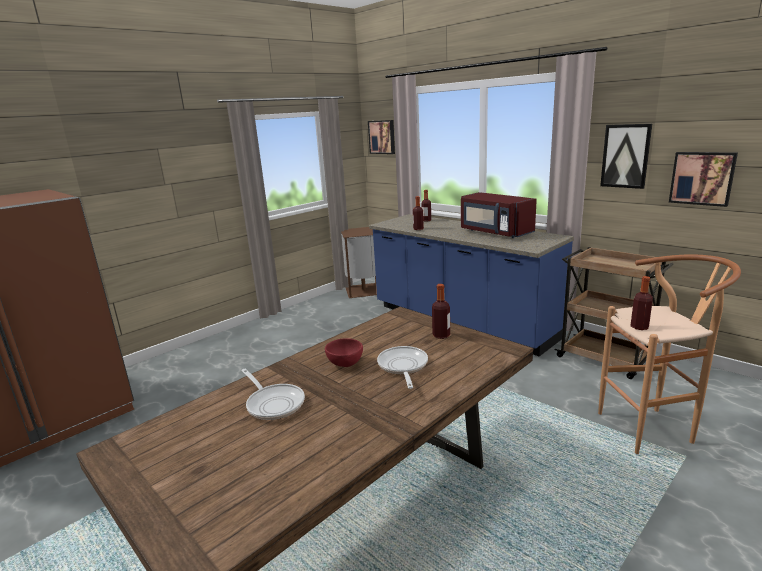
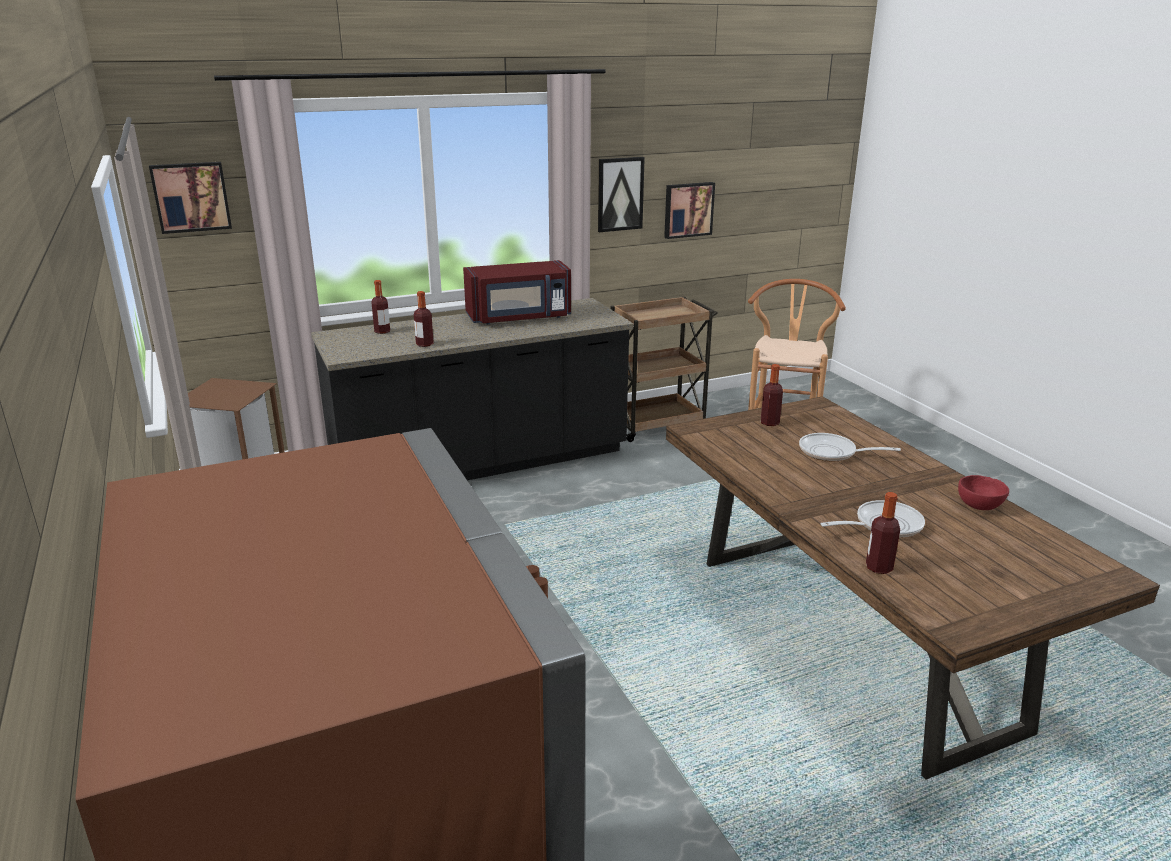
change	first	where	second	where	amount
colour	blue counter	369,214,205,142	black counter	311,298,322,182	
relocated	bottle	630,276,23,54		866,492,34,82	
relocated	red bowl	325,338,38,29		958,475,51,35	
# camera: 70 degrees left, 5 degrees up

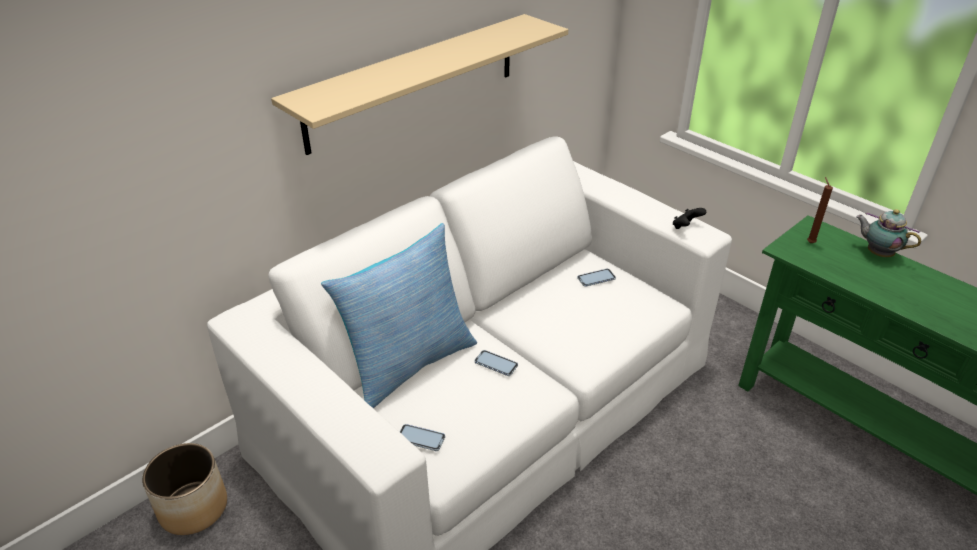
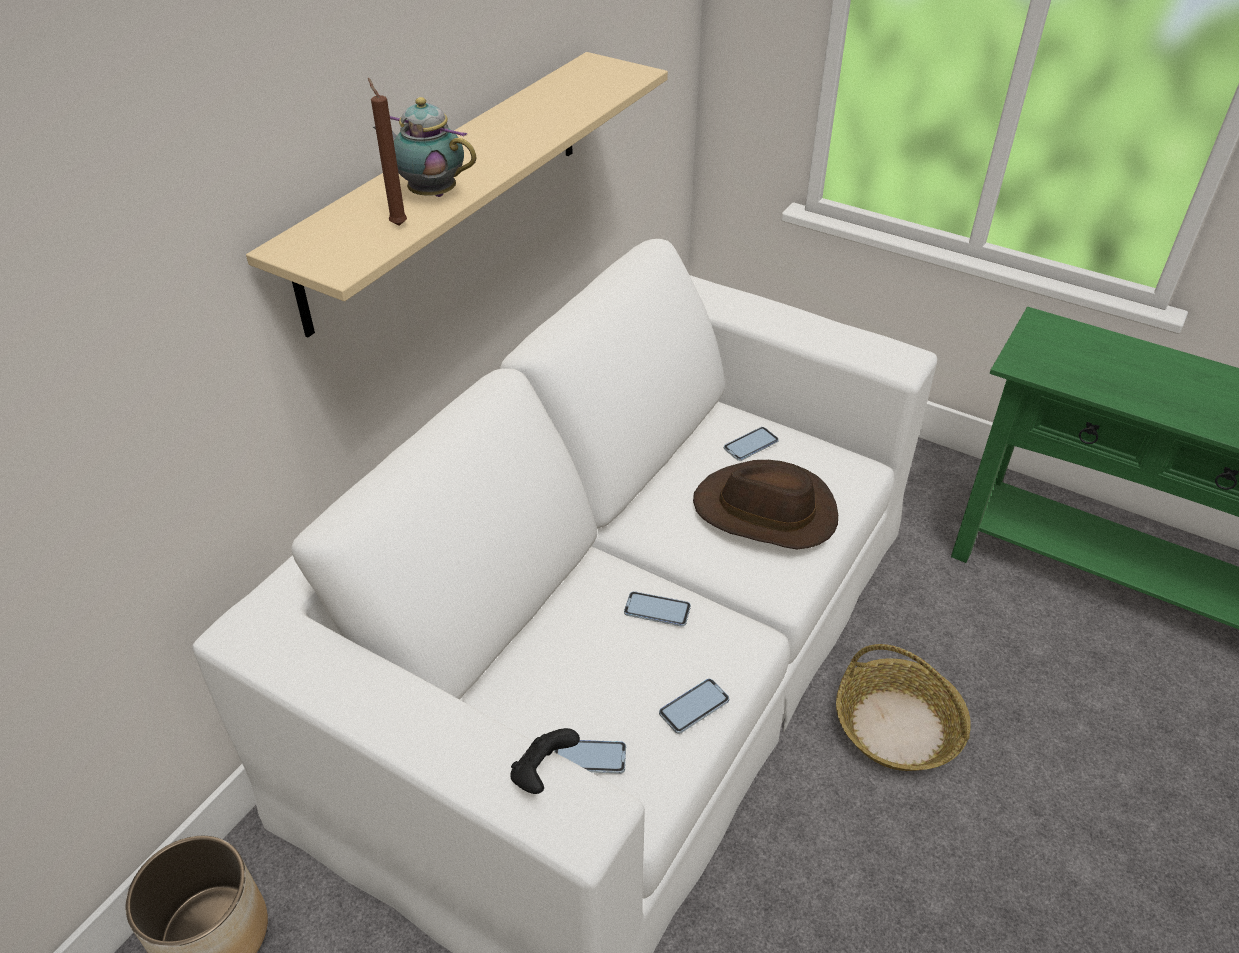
change	first	where	second	where	amount
relocated	brown candle	807,177,26,66		368,78,39,148	
relocated	black game controller	673,208,33,21		510,728,70,66	
relocated	teapot	856,209,65,48		373,97,104,100	
missing	pillow	321,223,156,186			
appeared			brown hat	693,460,145,90	
appeared			basket	836,644,135,127	
appeared			phone	659,678,70,56	
# camera: 15 degrees left, 5 degrees up

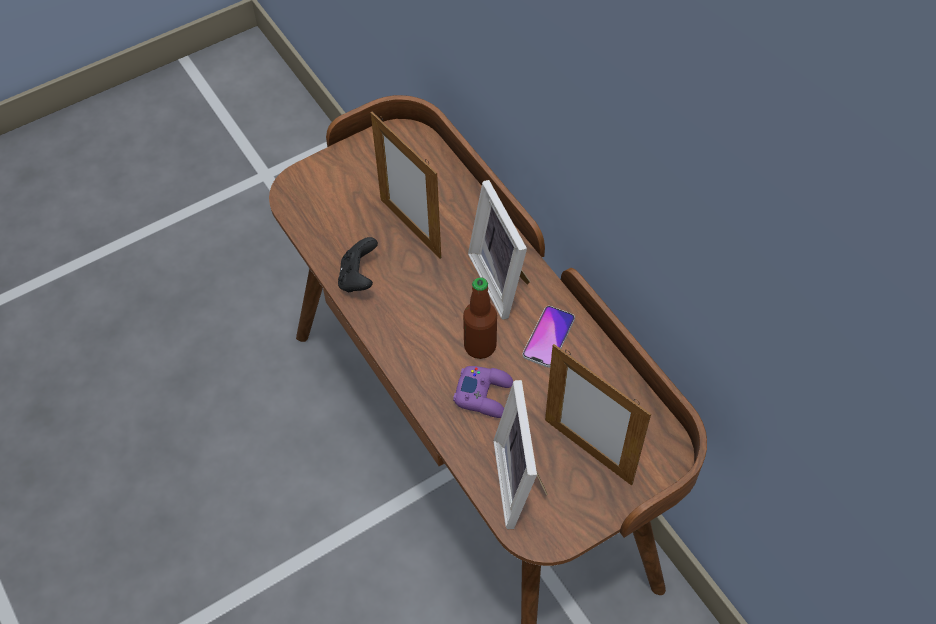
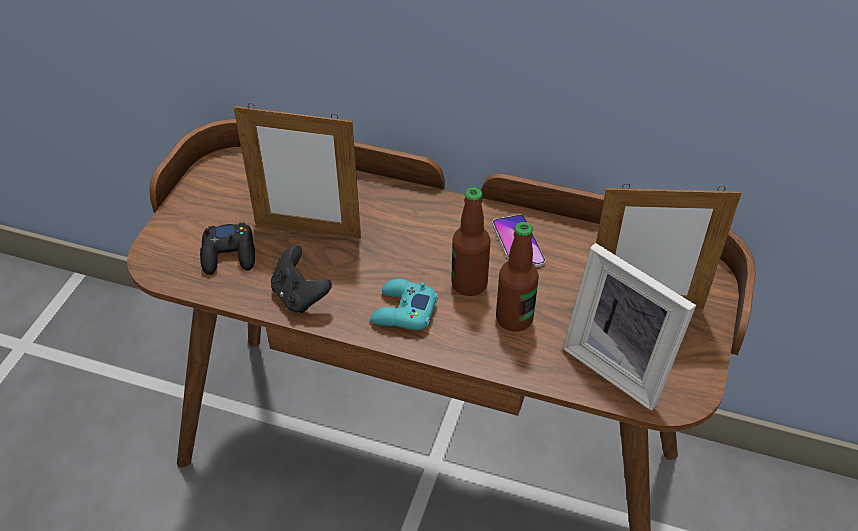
change	first	where	second	where	amount
missing	picture frame	468,180,62,140			
exchanged	purple game controller	453,366,60,52	bottle	496,222,43,110	
appeared			black game controller	200,223,55,52	
appeared			turquoise game controller	370,279,68,51	
# camera: 40 degrees left, 10 degrees down

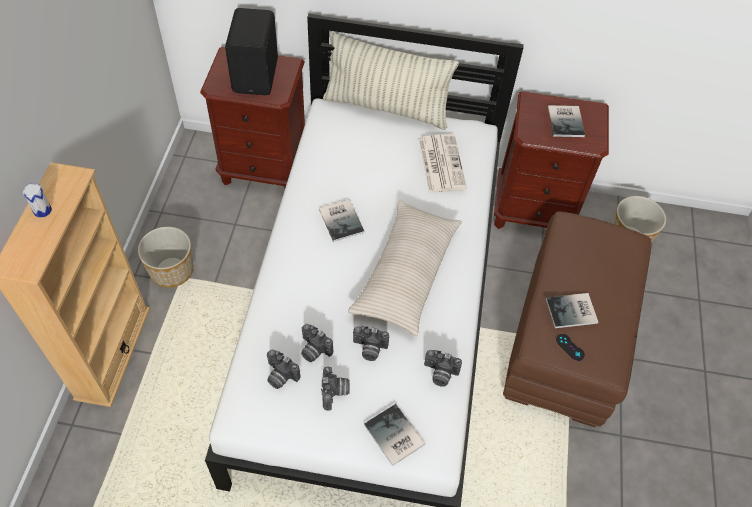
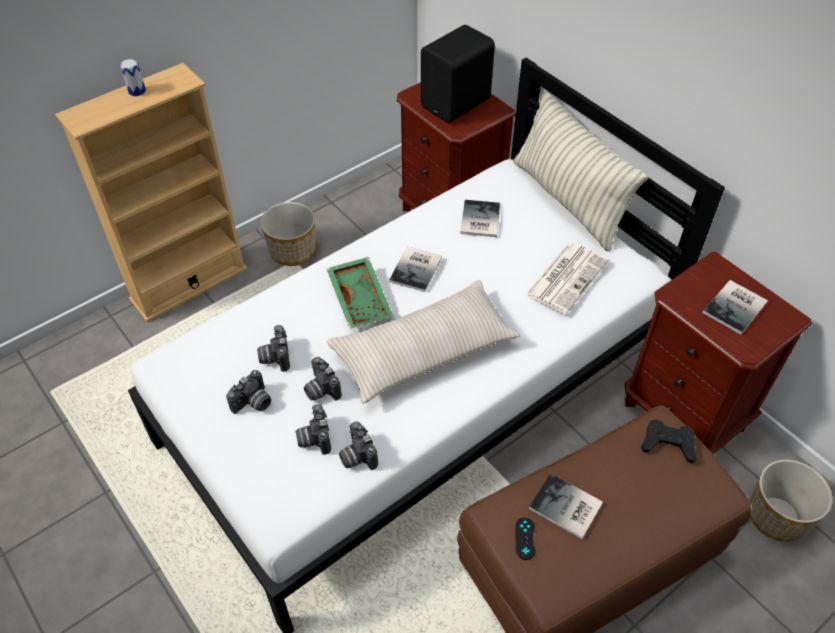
change	first	where	second	where	amount
relocated	photo camera	267,350,34,39		296,404,35,51	
relocated	book	364,404,61,62		460,200,40,37	
appeared			green tray	327,257,66,72	
appeared			black game controller	641,419,56,45	
# camera: 45 degrees right, 5 degrees down

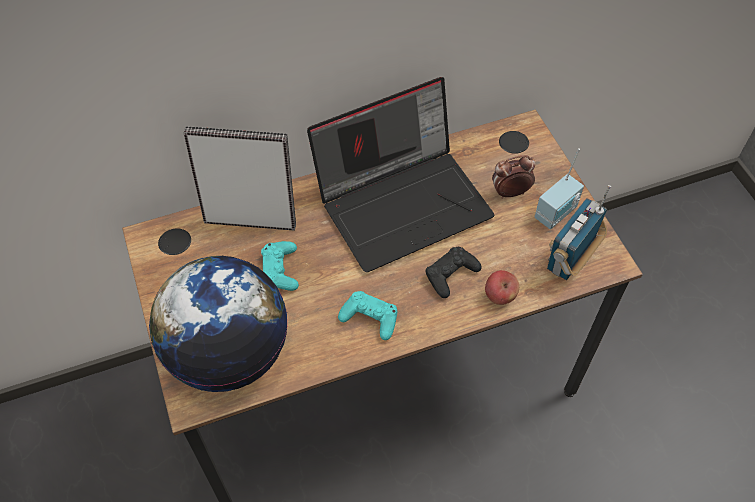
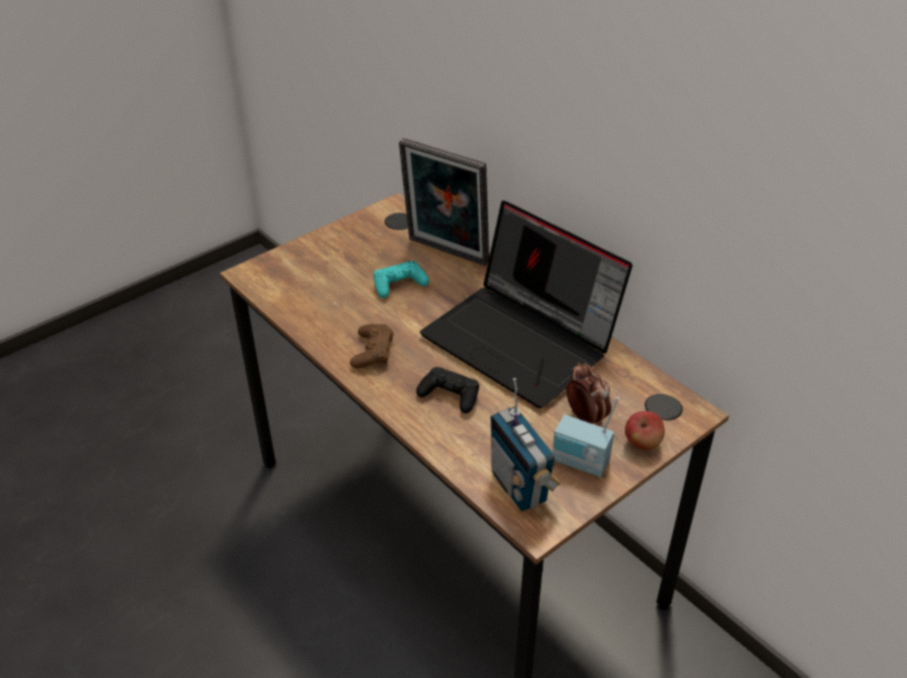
change	first	where	second	where	amount
spun	picture frame	184,126,112,104		399,138,90,128	135 degrees clockwise
spun	radio	547,185,64,95		490,378,71,133	135 degrees counterclockwise
missing	globe	149,256,139,136			
relocated	apple	485,270,34,35		625,411,40,39	
colour	turquoise game controller	338,291,59,49	brown game controller	350,324,43,44	
# camera: 70 degrees right, 15 degrees down

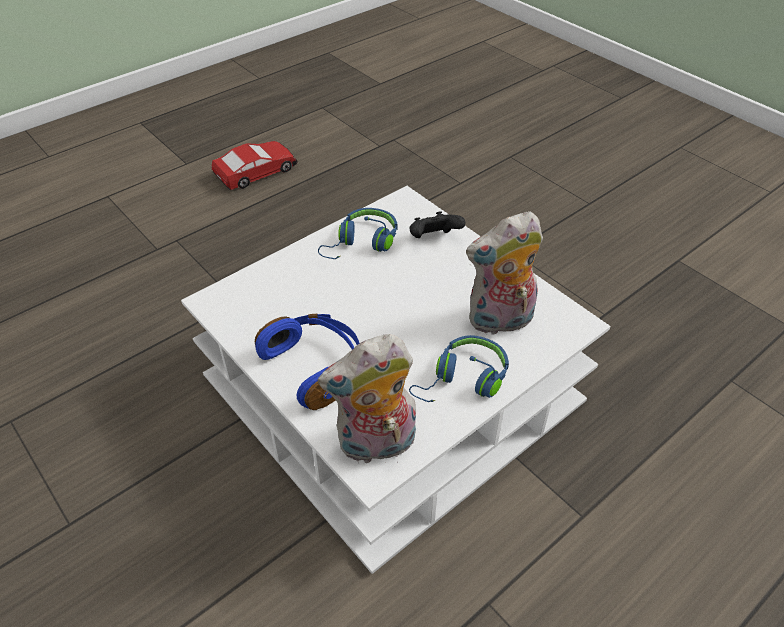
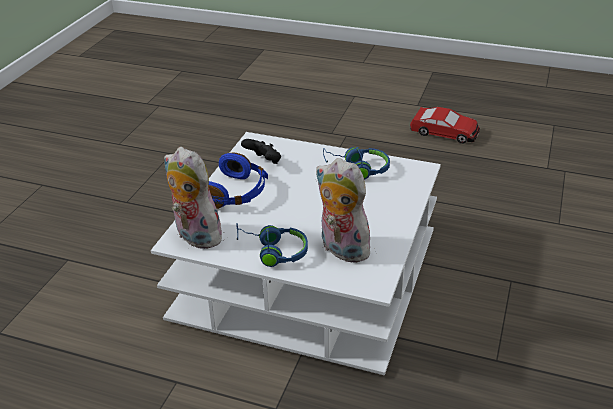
change	first	where	second	where	amount
relocated	black game controller	409,211,56,27		241,139,40,25	
# camera: 60 degrees right, 10 degrees down

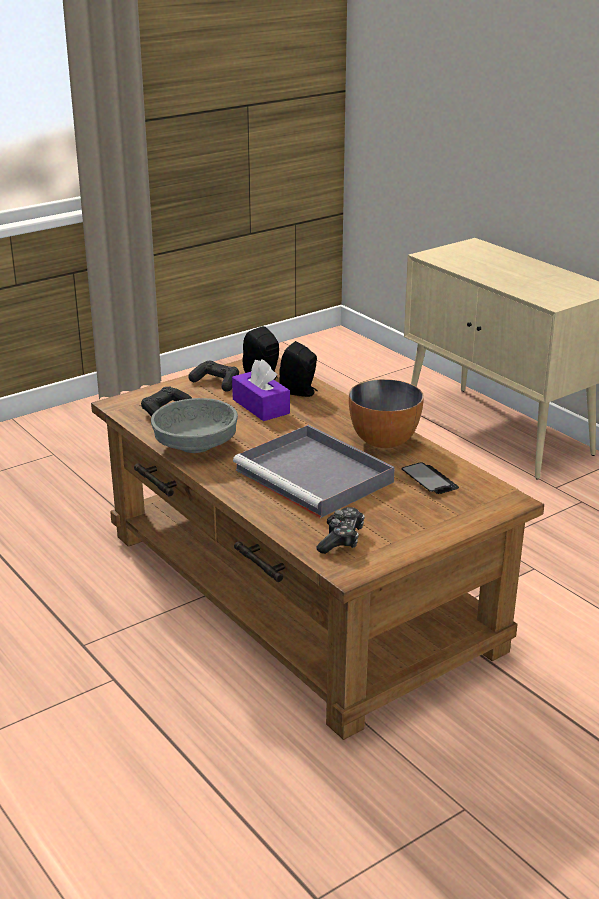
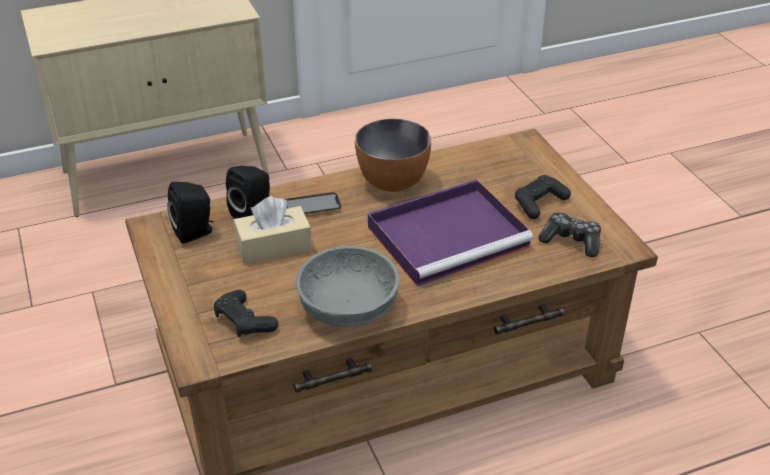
change	first	where	second	where	amount
colour	purple tissue box	232,359,58,62	beige tissue box	234,196,78,68	
relocated	black game controller	188,361,51,31		515,175,56,44	
colour	grey tray	233,425,162,93	purple tray	368,179,166,108	
relocated	phone	401,463,58,31		284,192,57,22	
# camera: 75 degrees left, 10 degrees up

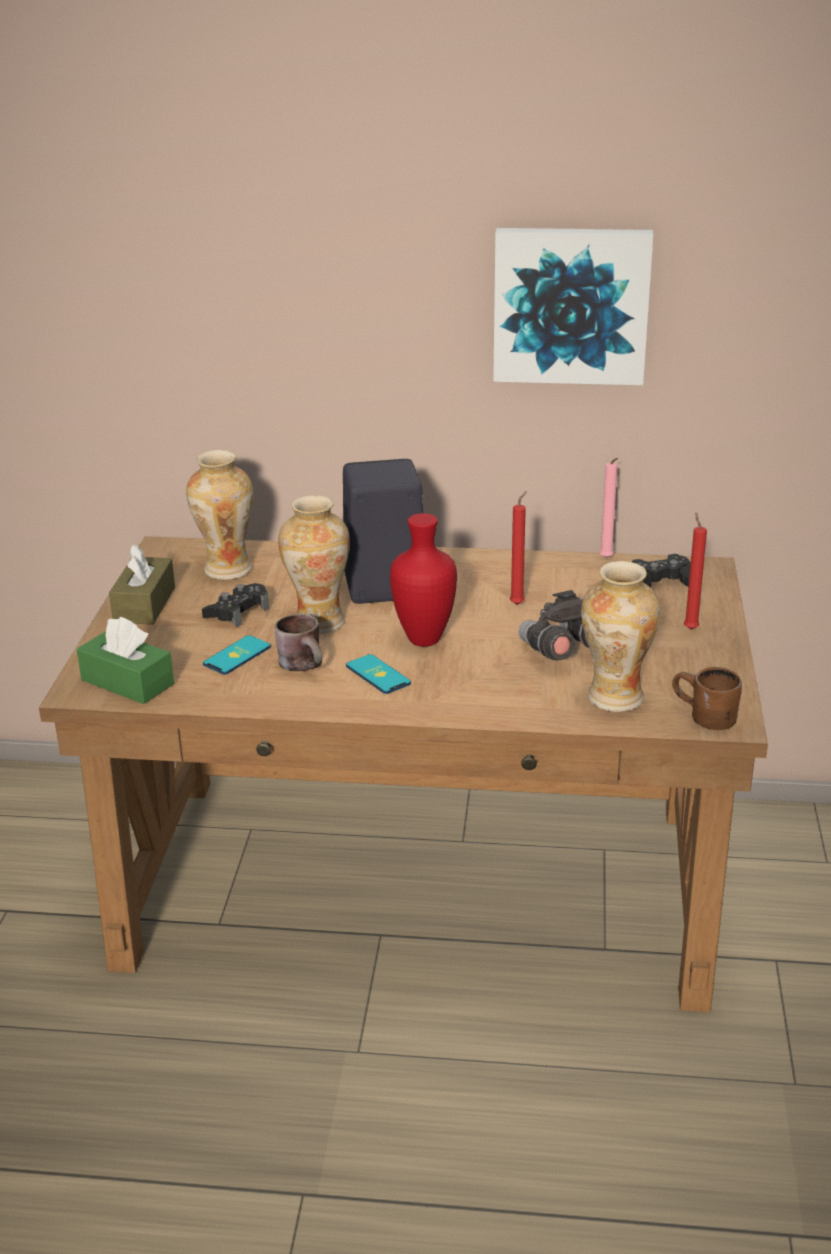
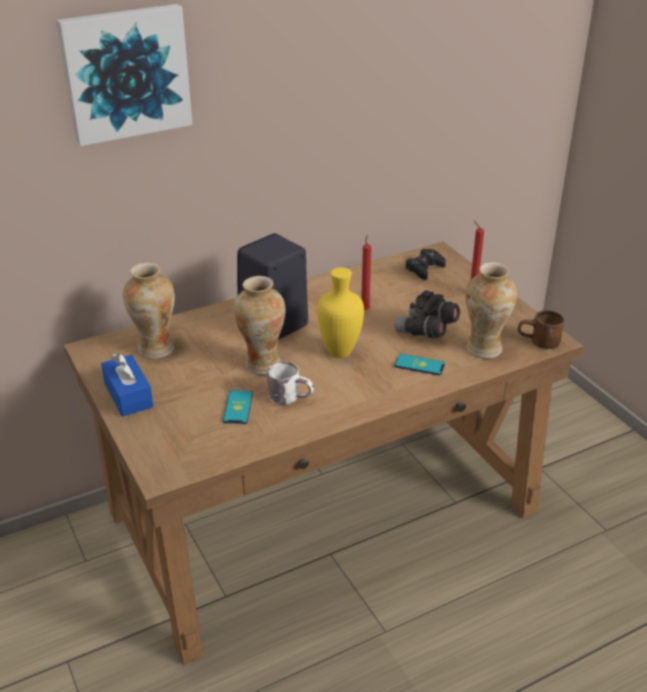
change	first	where	second	where	amount
relocated	picture	493,228,160,157		56,4,136,142	
missing	pink candle	599,458,19,100			
colour	red vase	390,513,67,134	yellow vase	317,267,47,91	
colour	brown tissue box	109,544,66,81	blue tissue box	101,353,53,64	
missing	black game controller	202,583,68,45			
colour	brown mug	274,614,48,57	white mug	267,361,47,44	
missing	green tissue box	77,617,97,87			
relocated	phone	346,654,65,40		395,354,50,21	
# camera: 35 degrees left, 5 degrees up

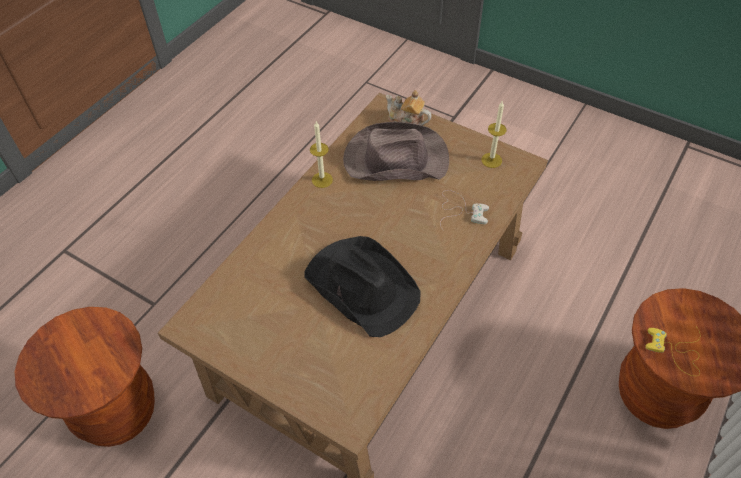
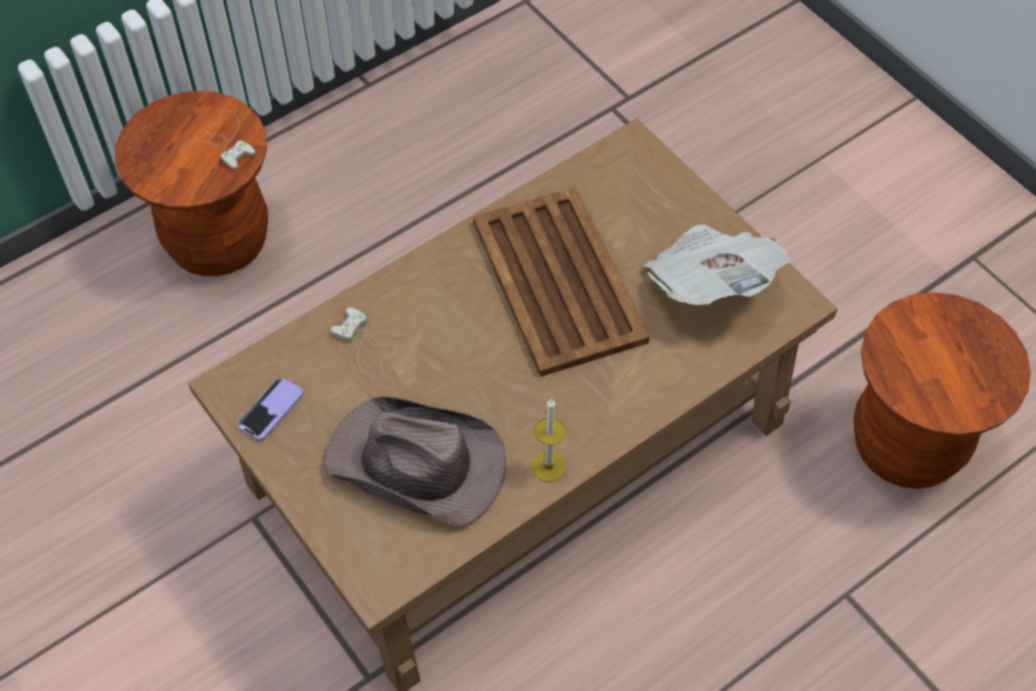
change	first	where	second	where	amount
missing	teapot	386,90,46,36			
exchanged	candle	481,100,26,68	phone	237,378,66,63	
exchanged	black hat	304,236,116,101	brown tray	473,187,177,190	
colour	yellow game controller	645,328,55,48	white game controller	180,110,75,60	
appeared			newspaper	643,224,148,81	
# camera: 160 degrees left, 5 degrees up

